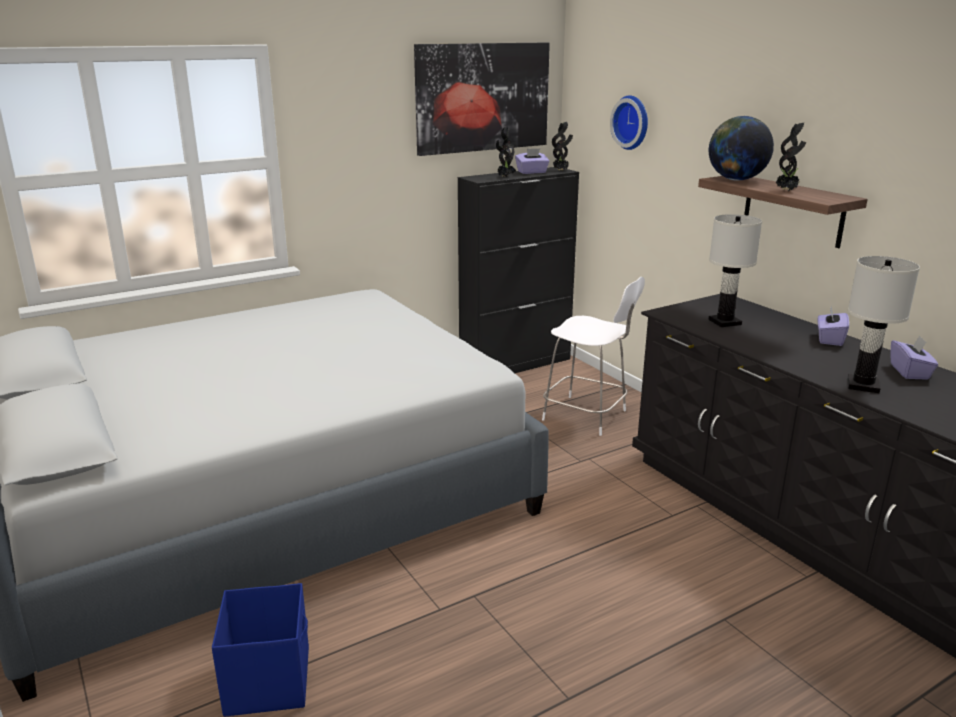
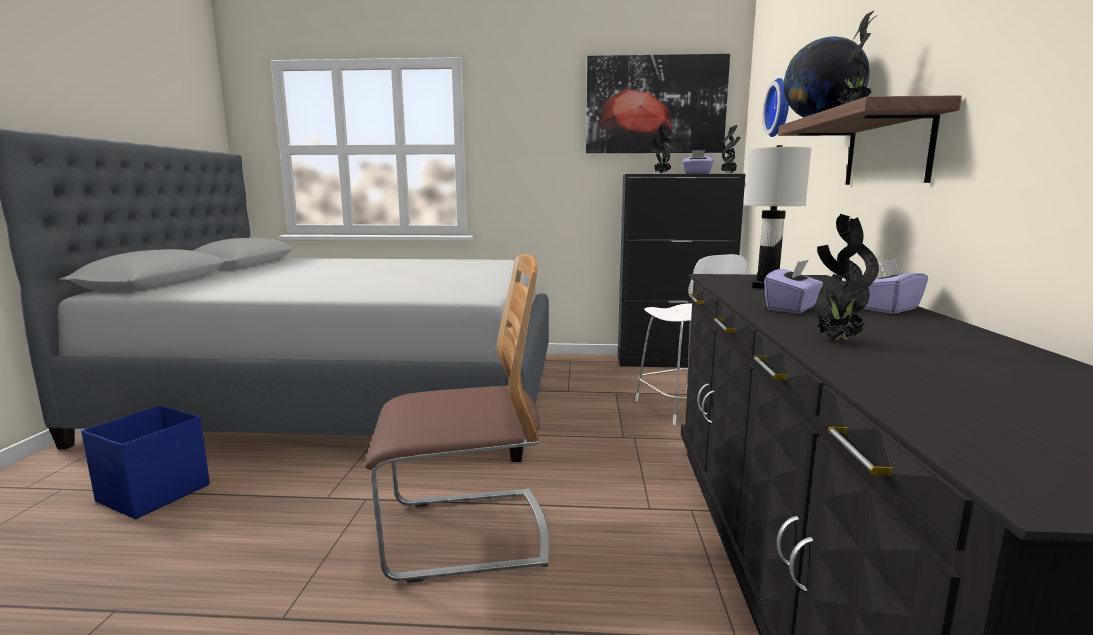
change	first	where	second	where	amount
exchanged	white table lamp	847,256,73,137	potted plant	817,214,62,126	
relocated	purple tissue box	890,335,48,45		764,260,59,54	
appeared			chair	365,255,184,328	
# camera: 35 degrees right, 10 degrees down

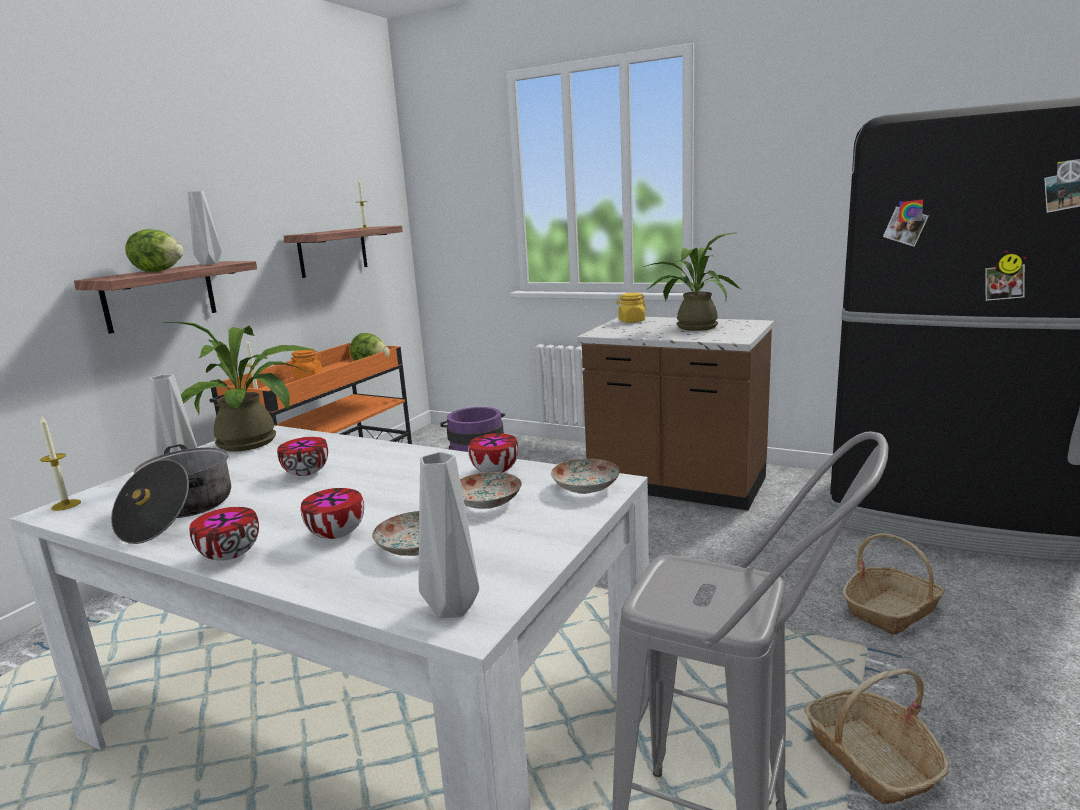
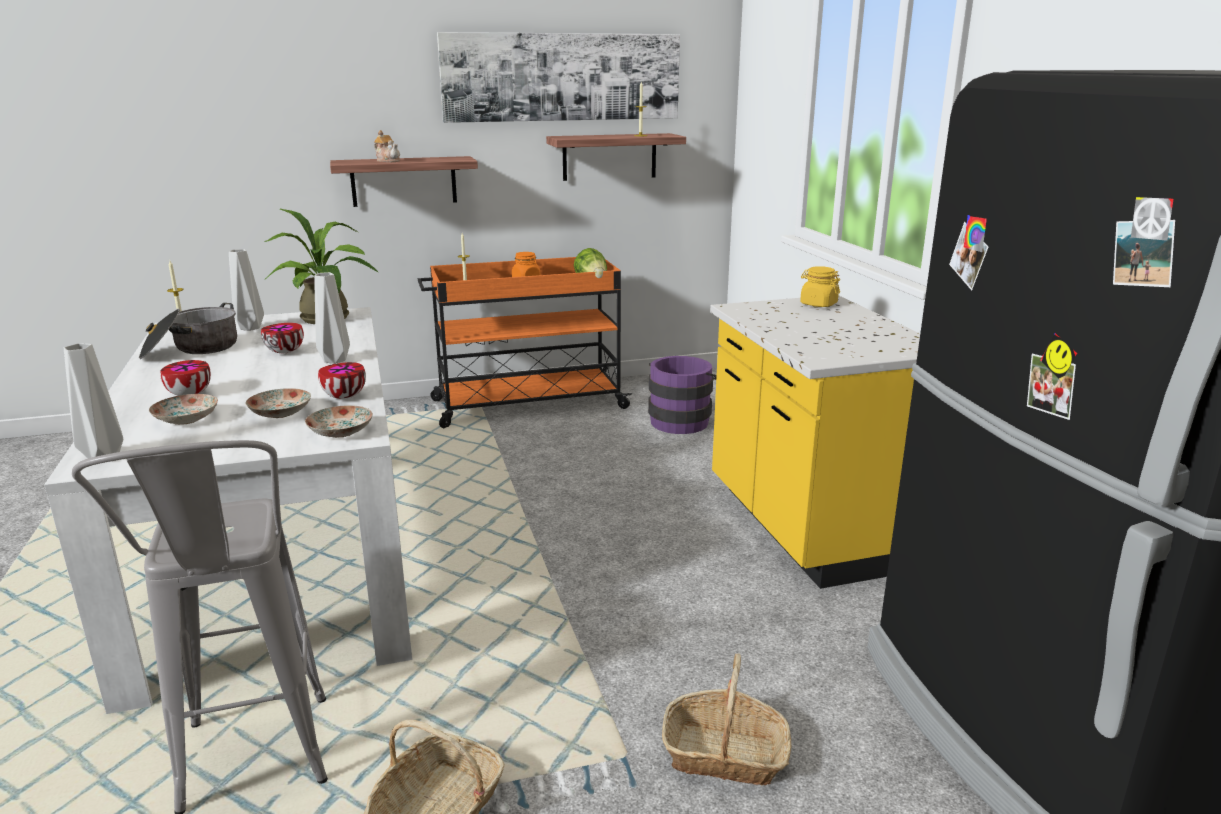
change	first	where	second	where	amount
relocated	grey vase	188,191,34,74		314,272,36,92	
exchanged	lettuce	125,229,59,43	teapot	374,130,26,32	
missing	potted plant	643,233,98,98			
colour	brown counter	577,317,197,193	yellow counter	710,295,210,294	
missing	bowl	189,507,70,54			
appeared			picture	437,32,243,91	
# camera: 45 degrees right, 5 degrees up

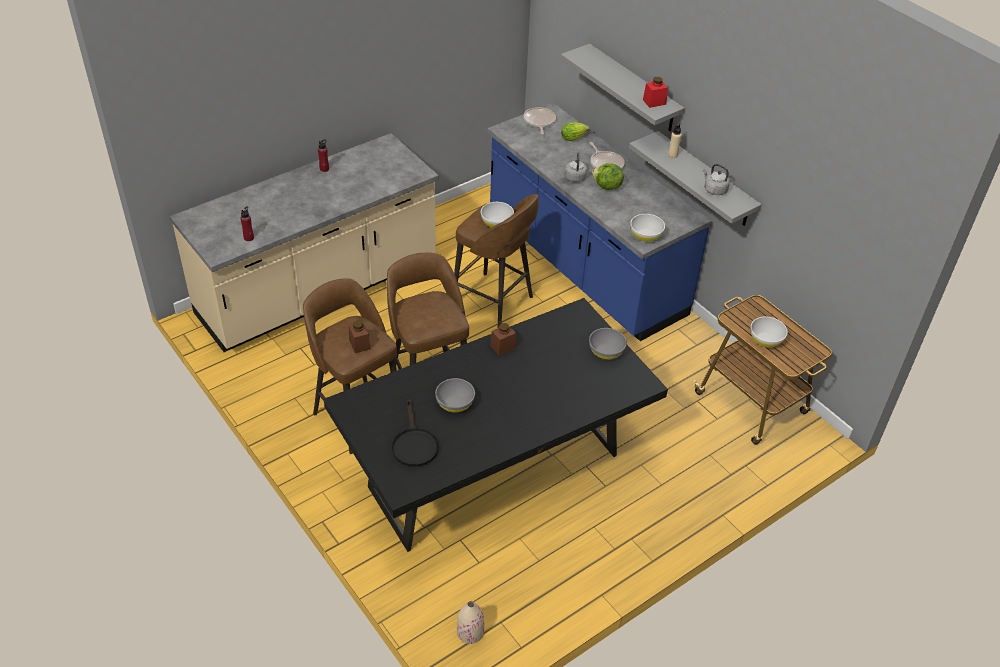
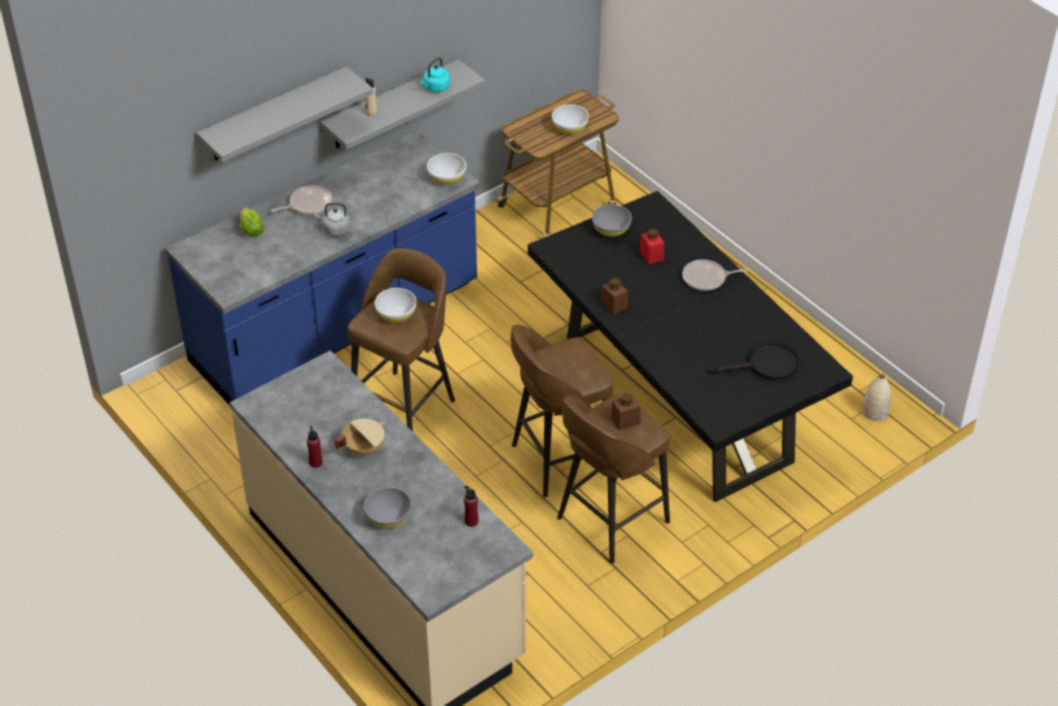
change	first	where	second	where	amount
relocated	red jar	643,77,25,31		639,229,25,35	
relocated	frying pan	523,107,33,28		682,259,66,32	
missing	lettuce	592,163,32,27			
colour	grey kettle	703,164,27,31	turquoise kettle	420,57,30,35	
relocated	grey bowl	435,378,40,35		364,487,48,42	
appeared			beige cooking pot	335,418,51,38	
# camera: 90 degrees left, 0 degrees up

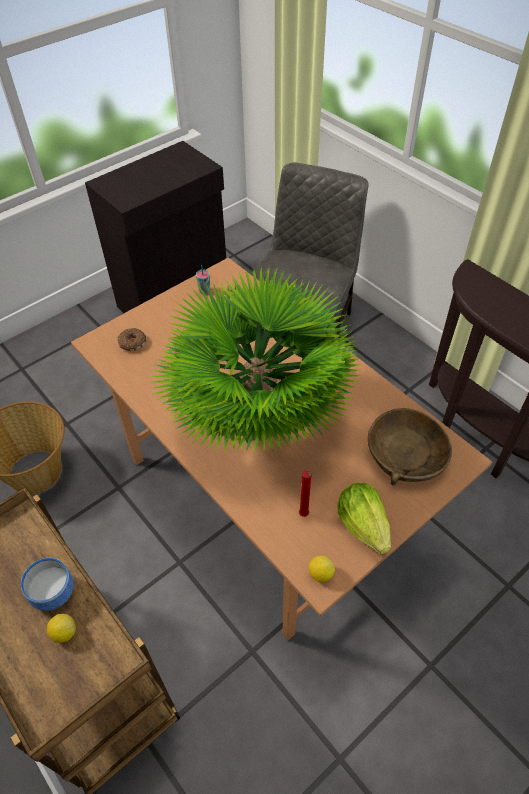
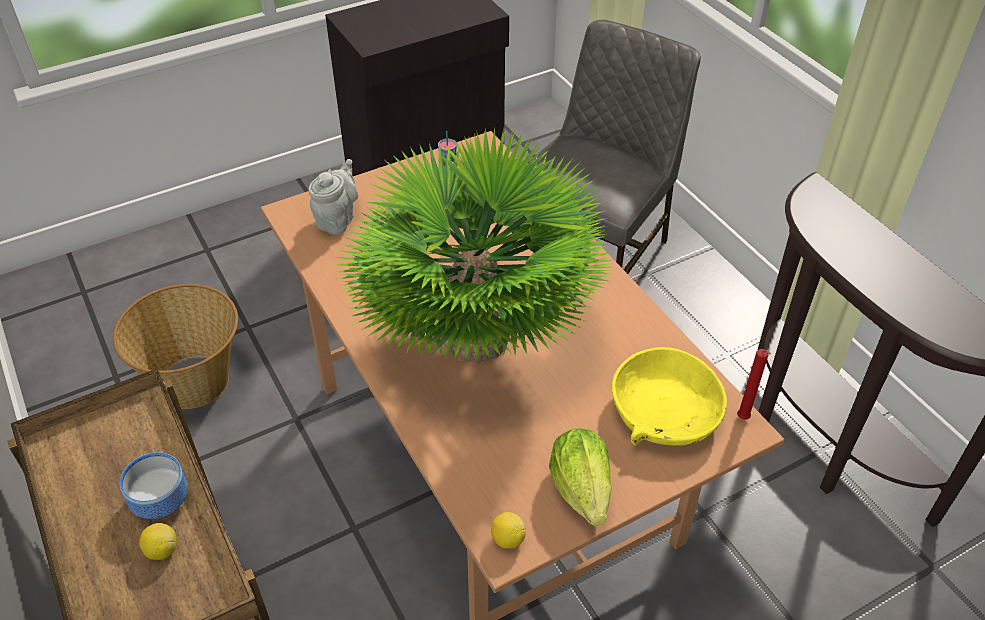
change	first	where	second	where	amount
exchanged	donut	118,328,28,23	grey teapot	308,159,50,76	
colour	brown bowl	368,408,84,78	yellow bowl	612,347,115,99	
relocated	red candle	299,470,13,47		737,349,34,71	
# camera: 10 degrees right, 5 degrees down

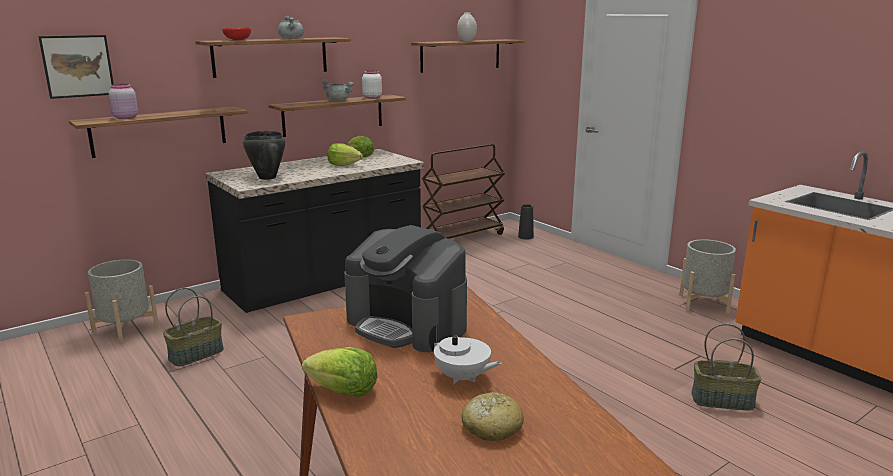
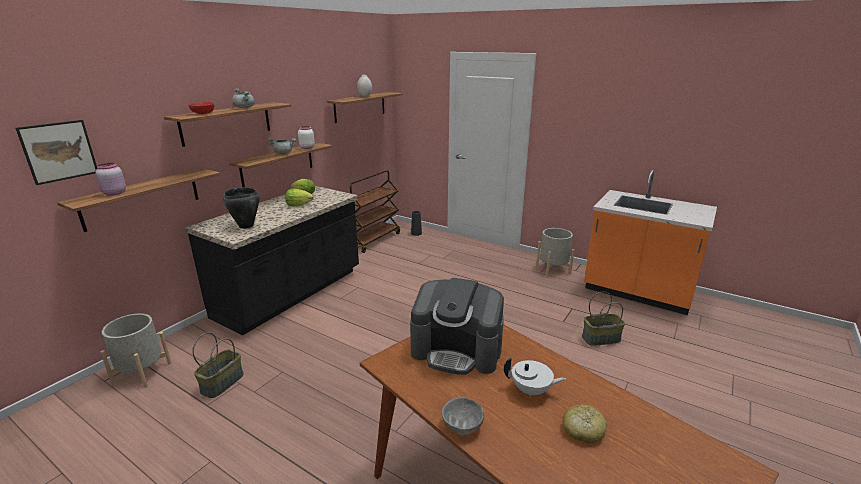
change	first	where	second	where	amount
exchanged	lettuce	302,347,76,50	grey bowl	442,397,42,38	
# camera: 20 degrees left, 5 degrees up

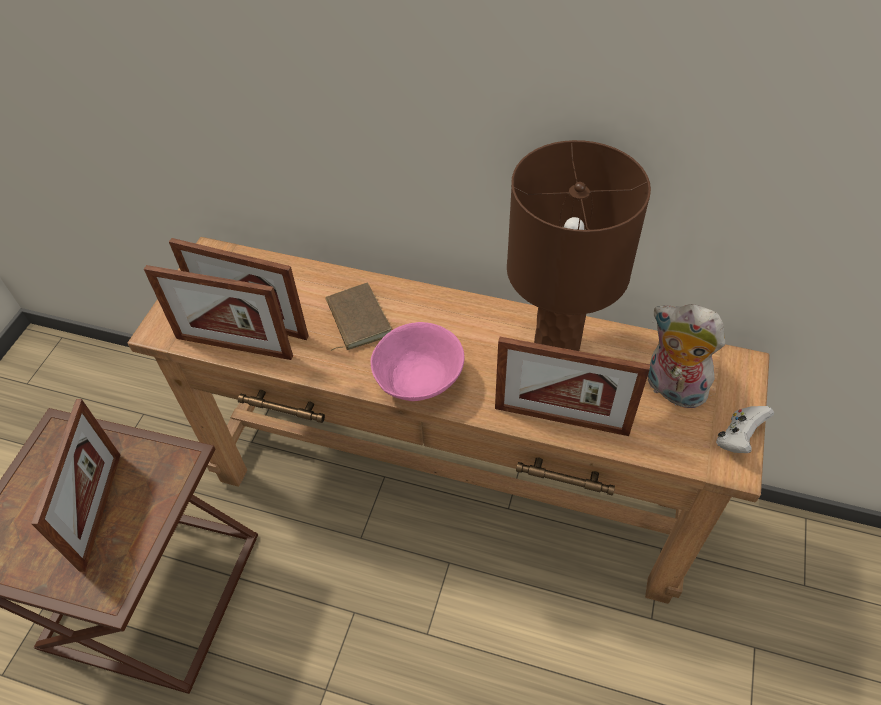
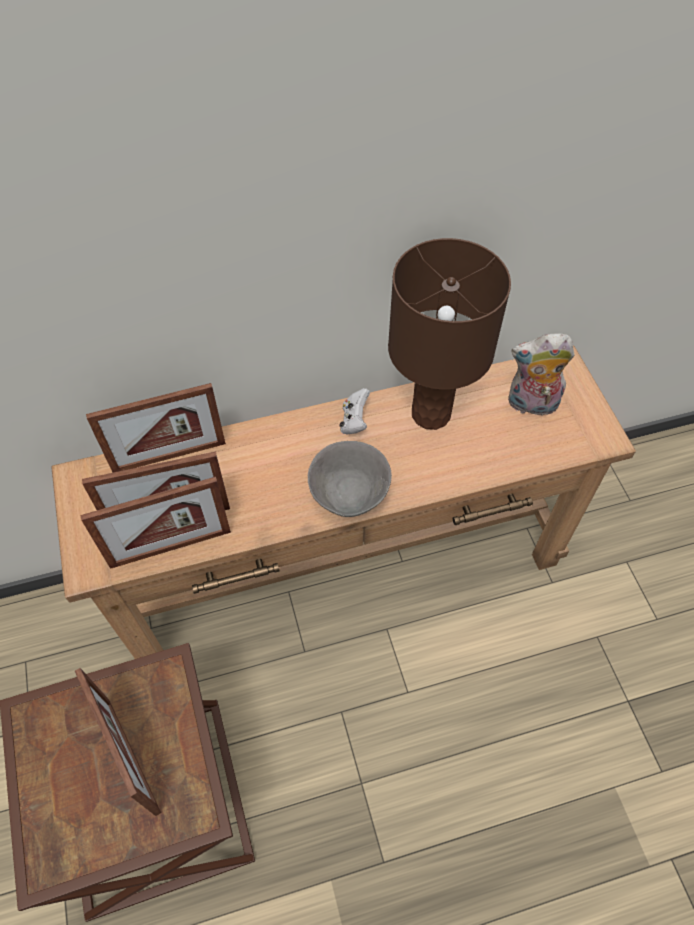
change	first	where	second	where	amount
missing	brown book	325,283,67,68			
colour	pink bowl	371,322,93,79	grey bowl	308,441,84,76	
relocated	picture frame	495,337,155,99		86,383,140,89	
relocated	white game controller	716,406,58,47		340,388,30,46	
# camera: 35 degrees left, 5 degrees up

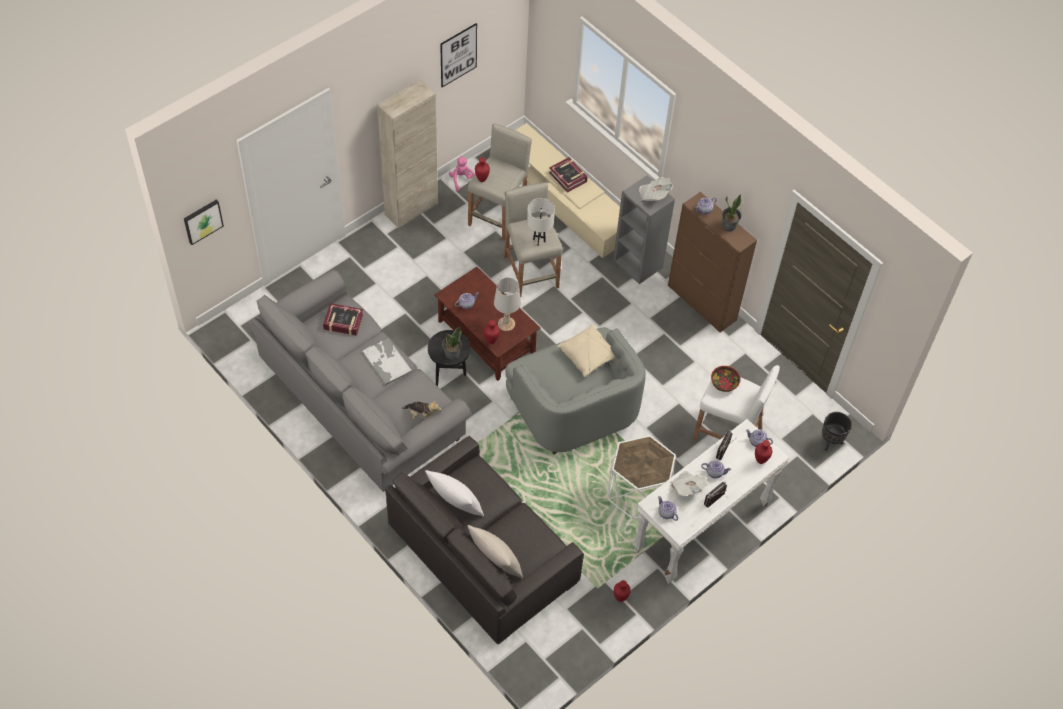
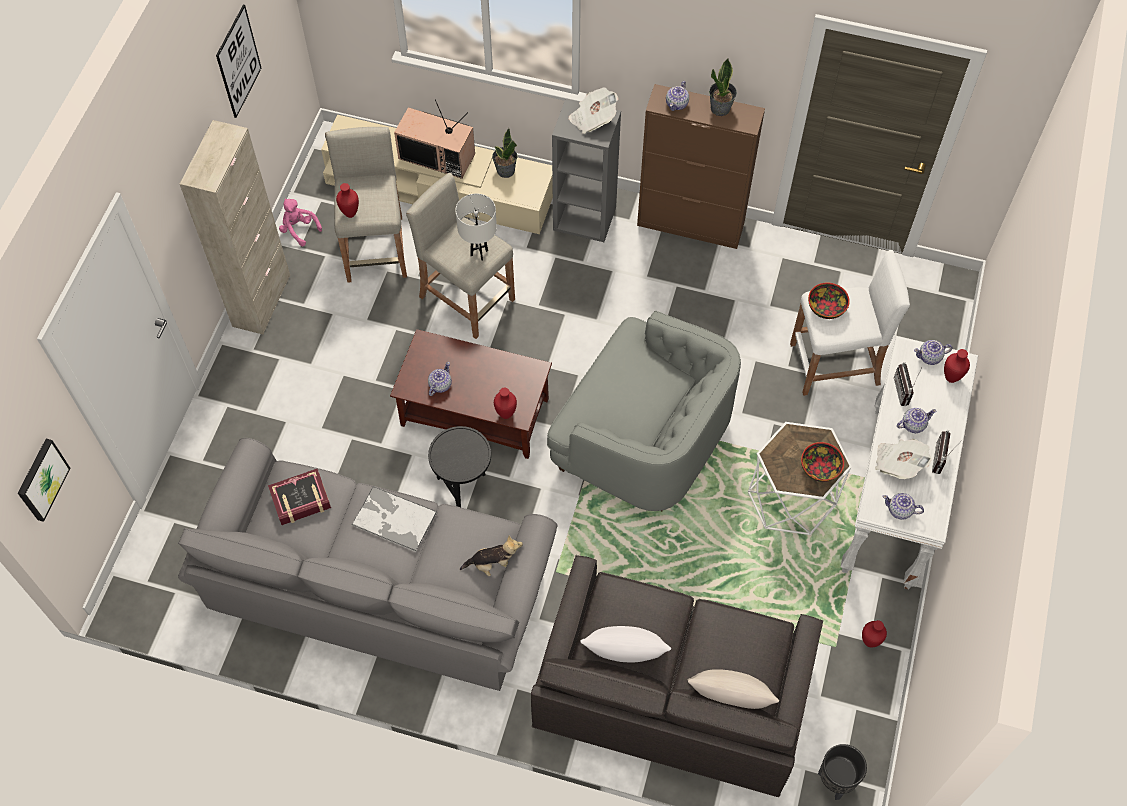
change	first	where	second	where	amount
exchanged	book	549,157,39,36	television	394,99,81,80	
missing	white table lamp	494,277,27,54			
missing	beige pillow	557,324,58,53			
relocated	potted plant	442,326,20,34		492,128,25,50	
relocated	black planter	822,412,30,40		818,744,49,56	
appeared			bowl	801,442,43,40	
# camera: 30 degrees left, 5 degrees up

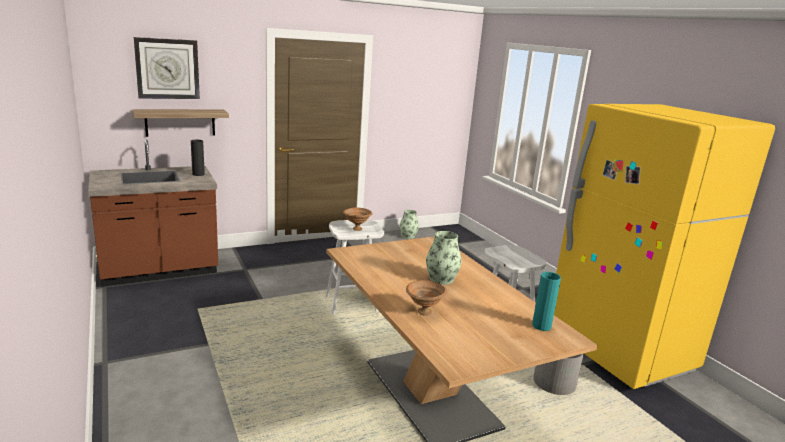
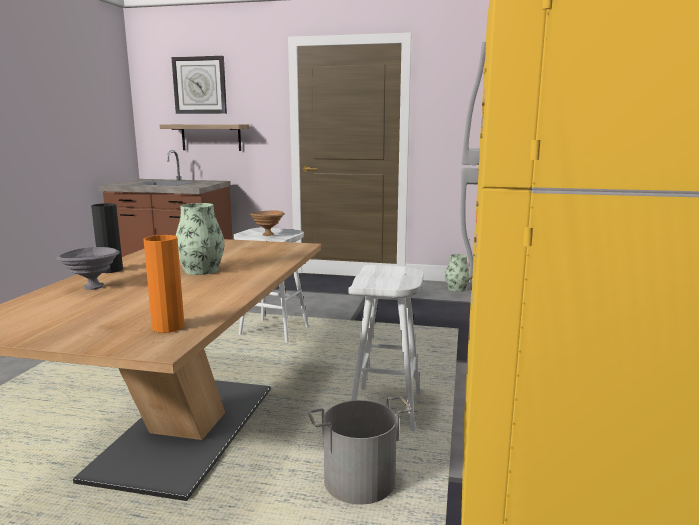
change	first	where	second	where	amount
relocated	black vase	191,140,14,36		91,203,32,70	
colour	turquoise vase	532,272,29,59	orange vase	144,235,40,98	
colour	brown bowl	406,280,41,36	grey bowl	57,247,63,43	
# camera: 40 degrees right, 5 degrees down

